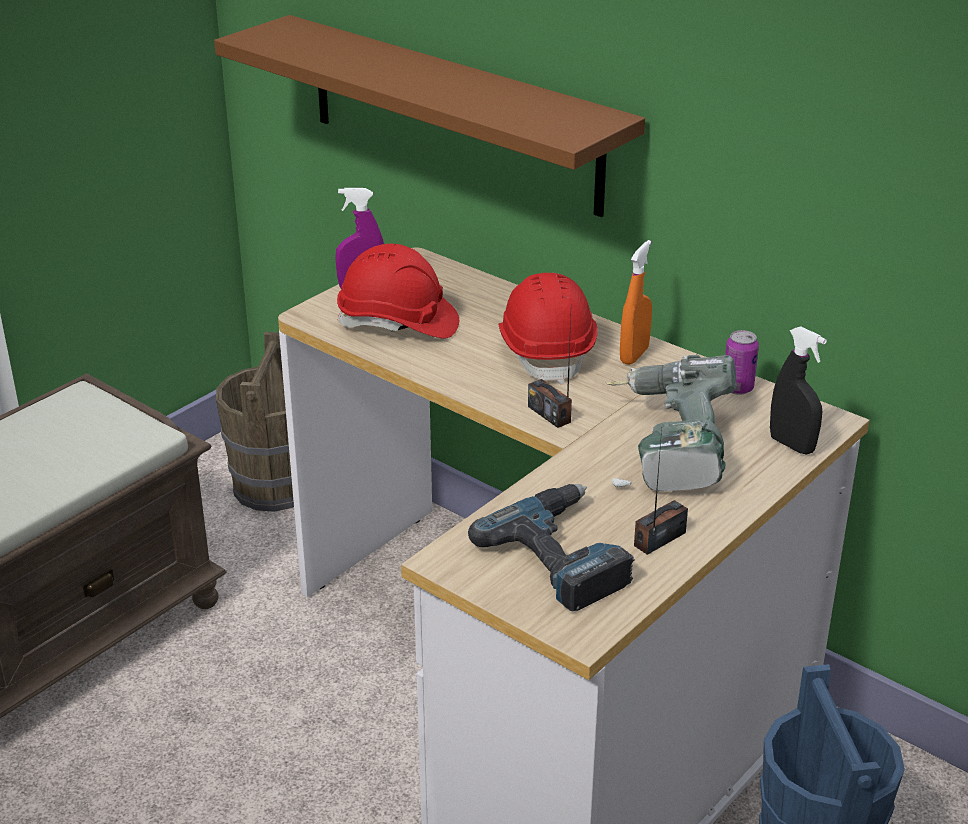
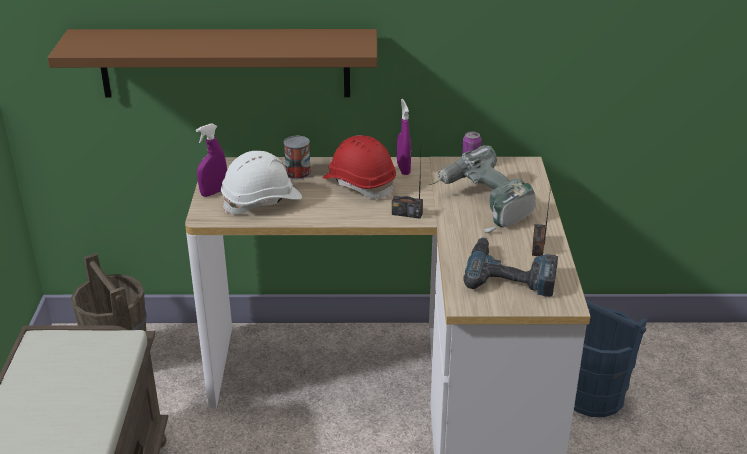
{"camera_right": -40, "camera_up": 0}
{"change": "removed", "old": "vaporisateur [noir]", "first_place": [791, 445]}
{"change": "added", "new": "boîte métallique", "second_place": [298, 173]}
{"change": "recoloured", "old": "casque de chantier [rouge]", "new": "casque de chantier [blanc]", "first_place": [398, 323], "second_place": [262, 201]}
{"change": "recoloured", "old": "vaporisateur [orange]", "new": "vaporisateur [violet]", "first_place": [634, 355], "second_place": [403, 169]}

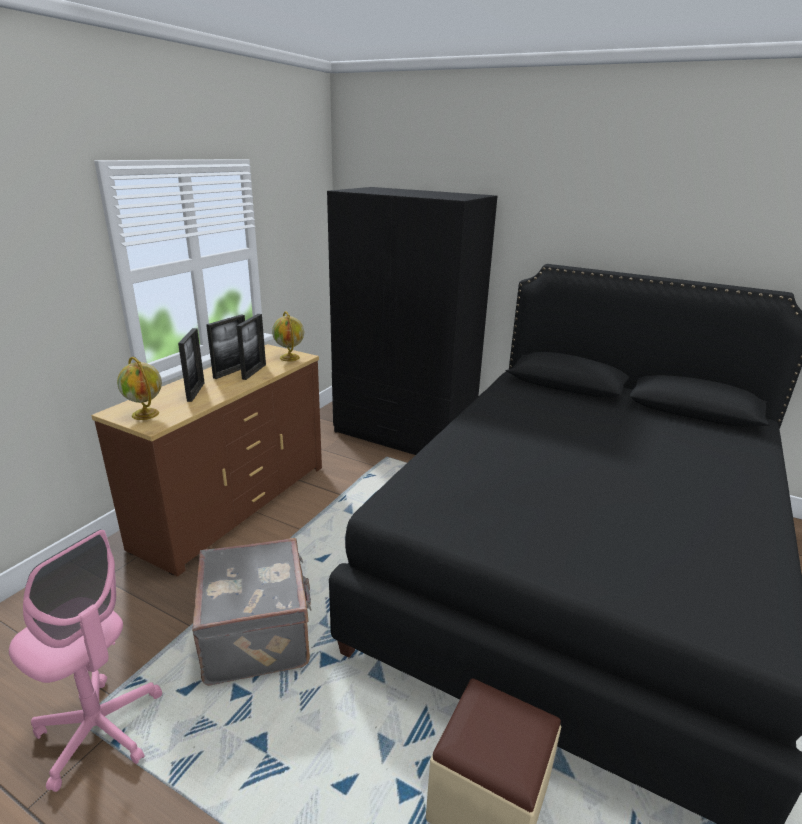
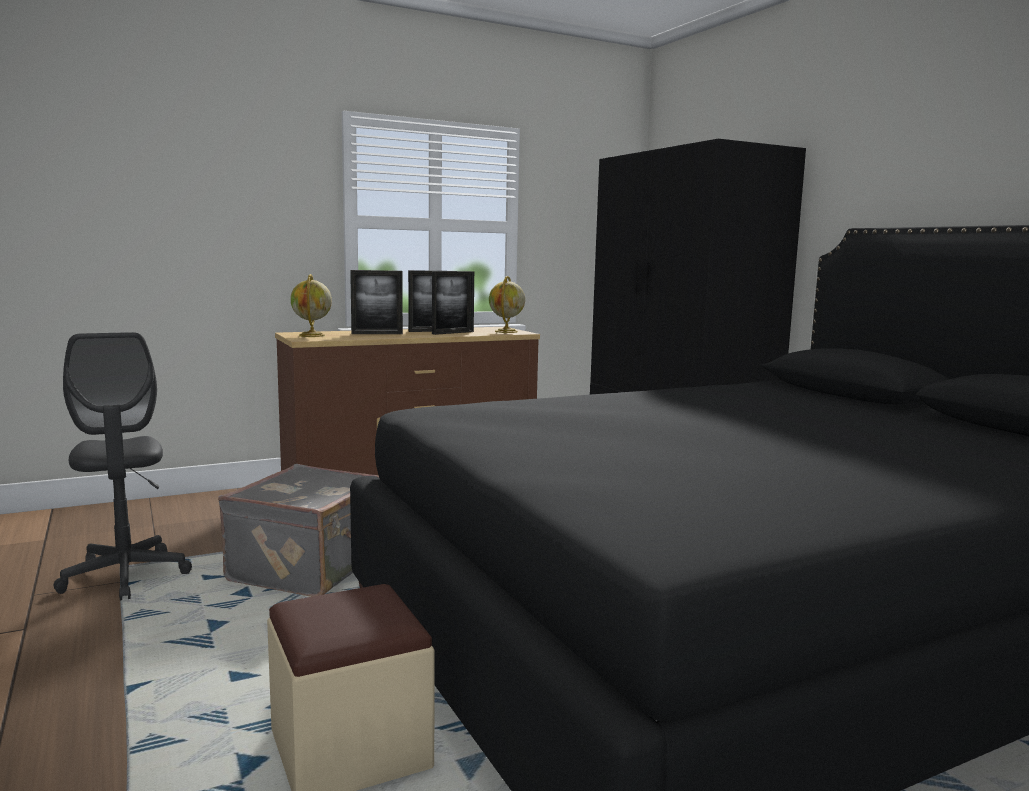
{"camera_right": 35, "camera_up": -15}
{"change": "recoloured", "old": "chaise de bureau [rose]", "new": "chaise de bureau [gris]", "first_place": [100, 730], "second_place": [126, 576]}
{"change": "turned", "old": "cadre photo", "first_place": [196, 392], "second_place": [377, 333], "degrees": 45}

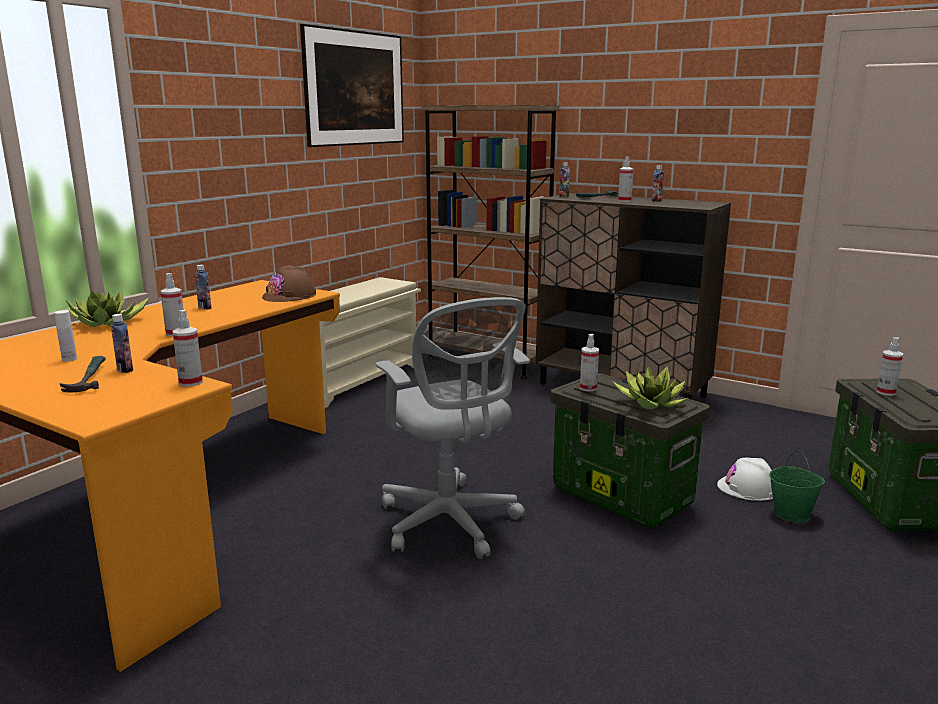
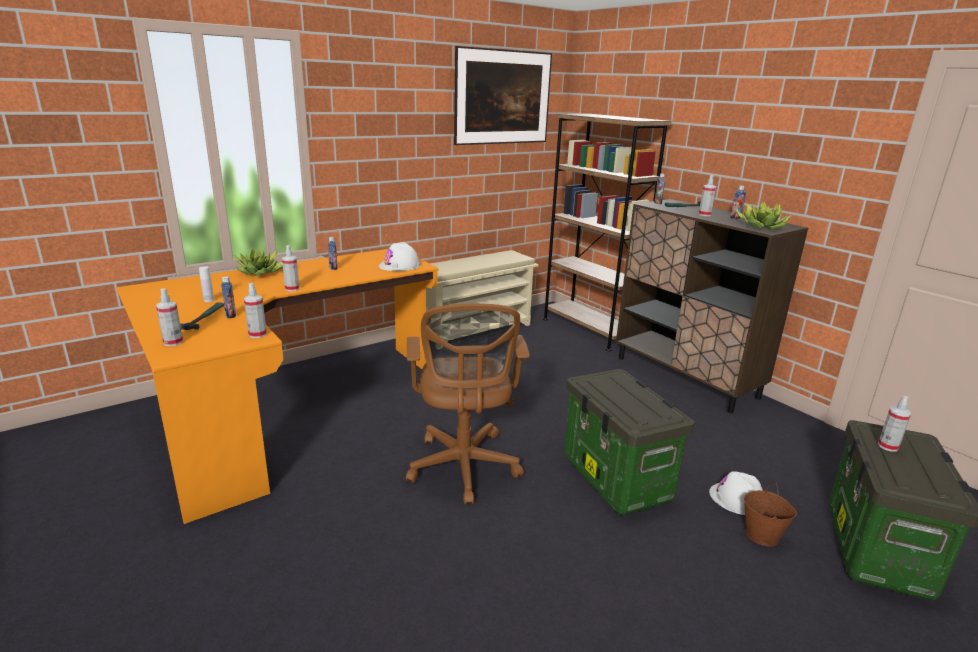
{"camera_right": 20, "camera_up": 5}
{"change": "moved", "old": "vaporisateur", "first_place": [588, 388], "second_place": [173, 342]}
{"change": "moved", "old": "plante en pot", "first_place": [651, 403], "second_place": [760, 226]}
{"change": "recoloured", "old": "casque de chantier [marron]", "new": "casque de chantier [blanc]", "first_place": [289, 296], "second_place": [400, 265]}
{"change": "recoloured", "old": "chaise de bureau [gris]", "new": "chaise de bureau [marron]", "first_place": [450, 524], "second_place": [463, 469]}
{"change": "recoloured", "old": "seau [vert]", "new": "seau [marron]", "first_place": [792, 514], "second_place": [762, 536]}

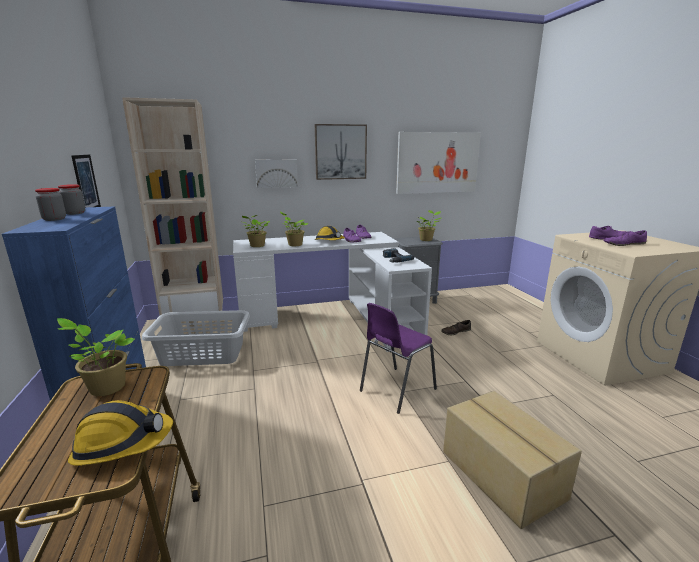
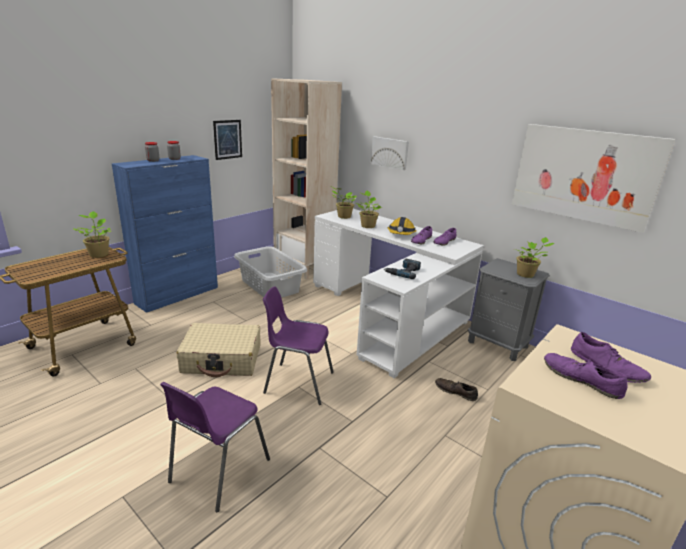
{"camera_right": 55, "camera_up": 5}
{"change": "removed", "old": "casque de chantier", "first_place": [123, 444]}
{"change": "removed", "old": "tableau", "first_place": [340, 152]}
{"change": "added", "new": "valise [beige]", "second_place": [222, 359]}
{"change": "replaced", "old": "carton", "new": "chaise [violet]", "first_place": [501, 475], "second_place": [217, 471]}

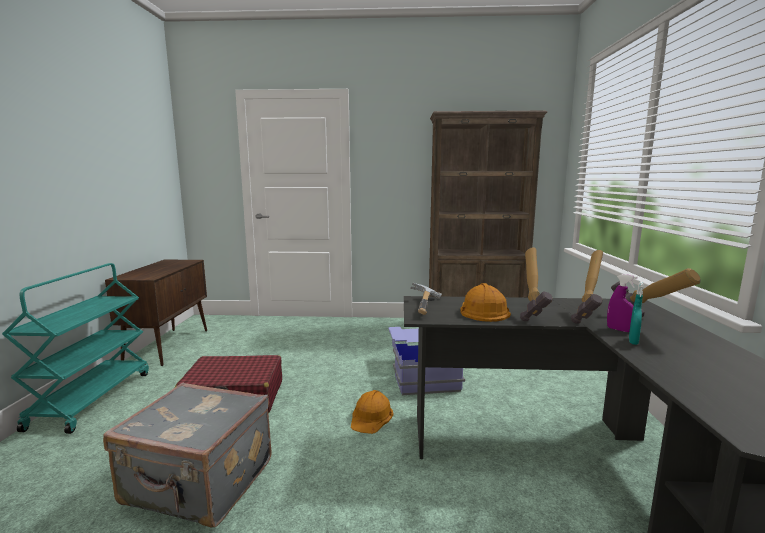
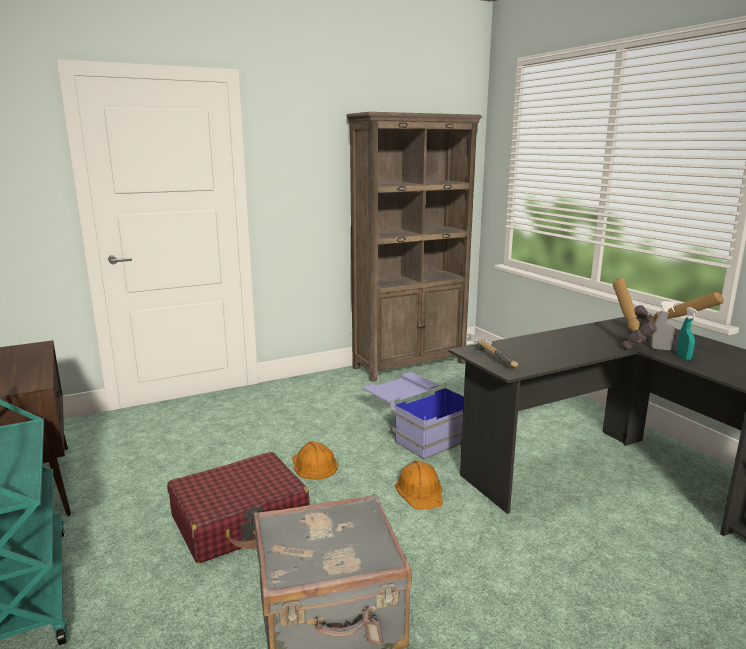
{"camera_right": -30, "camera_up": 5}
{"change": "removed", "old": "marteau", "first_place": [533, 314]}
{"change": "moved", "old": "casque de chantier [orange]", "first_place": [482, 311], "second_place": [313, 465]}
{"change": "recoloured", "old": "vaporisateur [violet]", "new": "vaporisateur [gris]", "first_place": [619, 330], "second_place": [661, 349]}

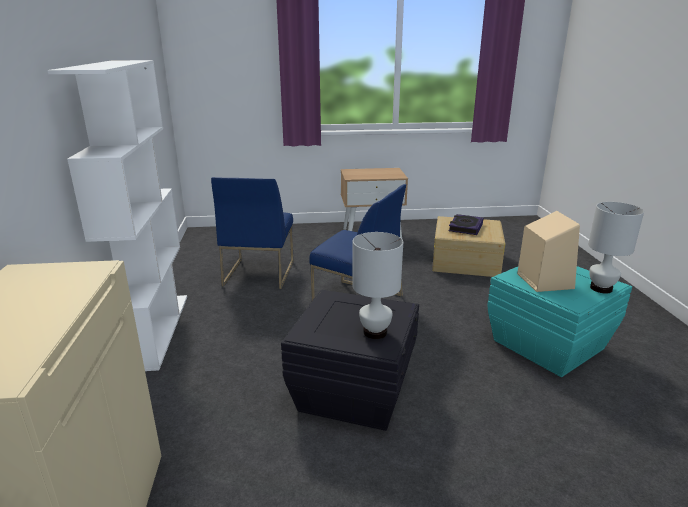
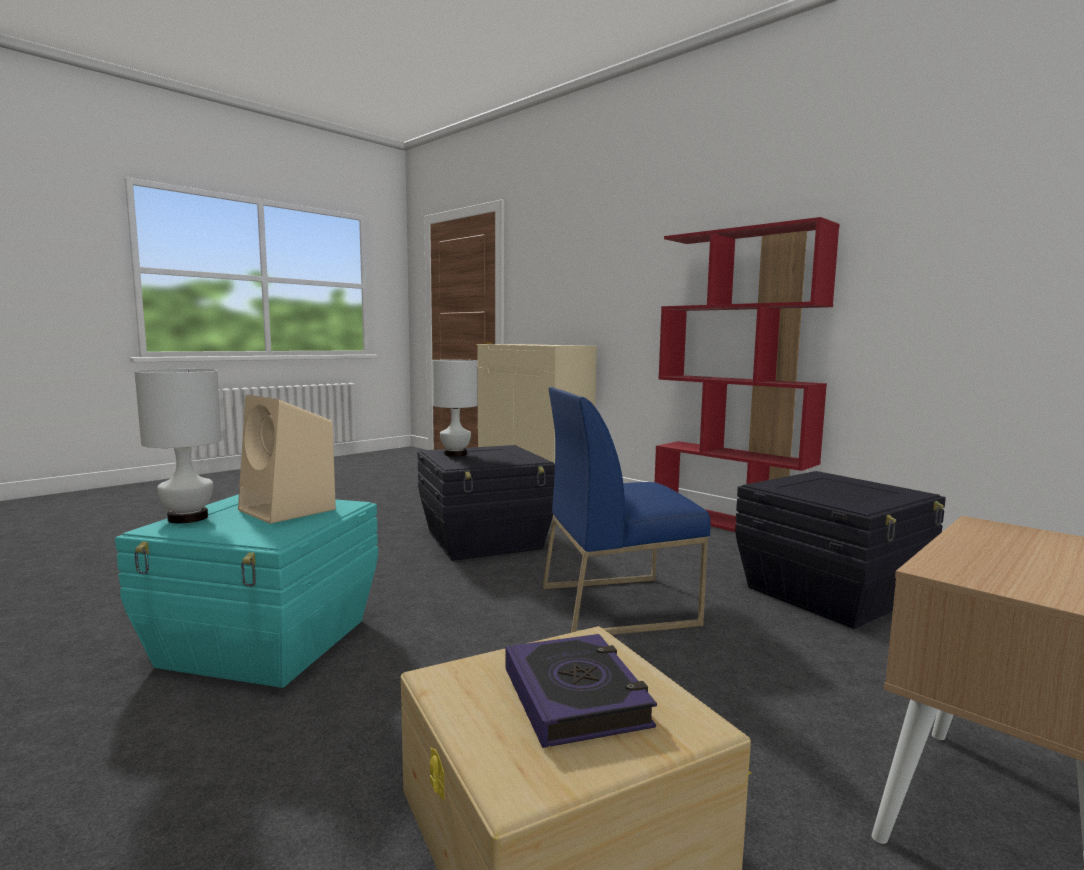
{"camera_right": 140, "camera_up": -15}
{"change": "replaced", "old": "chaise [bleu]", "new": "boîte de rangement [noir]", "first_place": [258, 272], "second_place": [832, 594]}
{"change": "recoloured", "old": "bibliothèque [blanc]", "new": "bibliothèque [rouge]", "first_place": [155, 330], "second_place": [730, 523]}

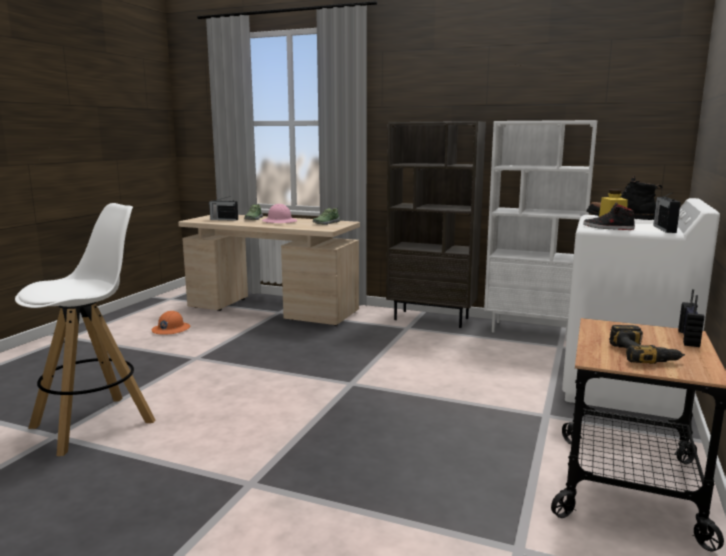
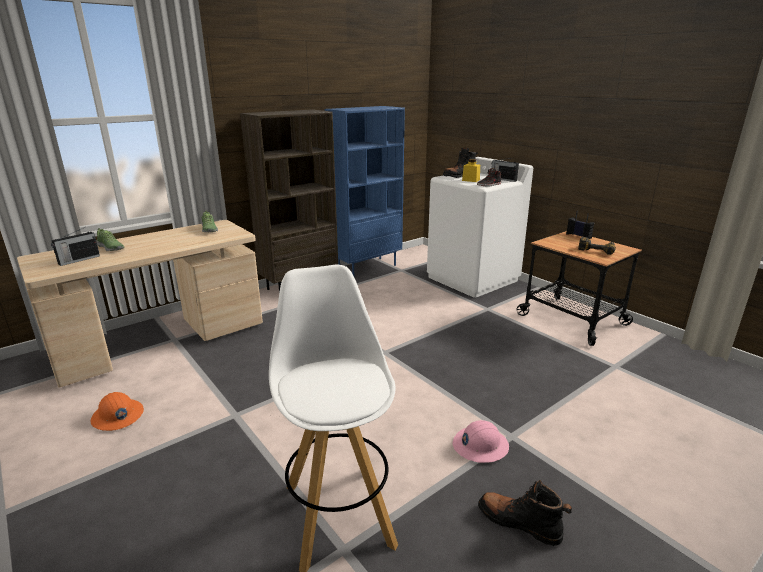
{"camera_right": -60, "camera_up": 10}
{"change": "added", "new": "botte [noir]", "second_place": [519, 523]}
{"change": "moved", "old": "casque de chantier [rose]", "first_place": [279, 222], "second_place": [480, 445]}
{"change": "recoloured", "old": "bibliothèque [blanc]", "new": "bibliothèque [bleu]", "first_place": [531, 331], "second_place": [367, 267]}

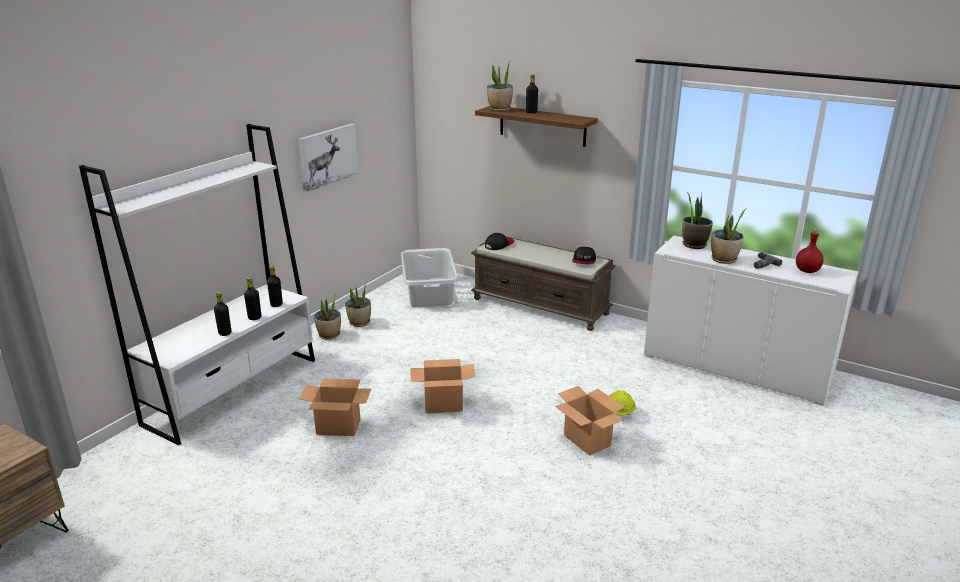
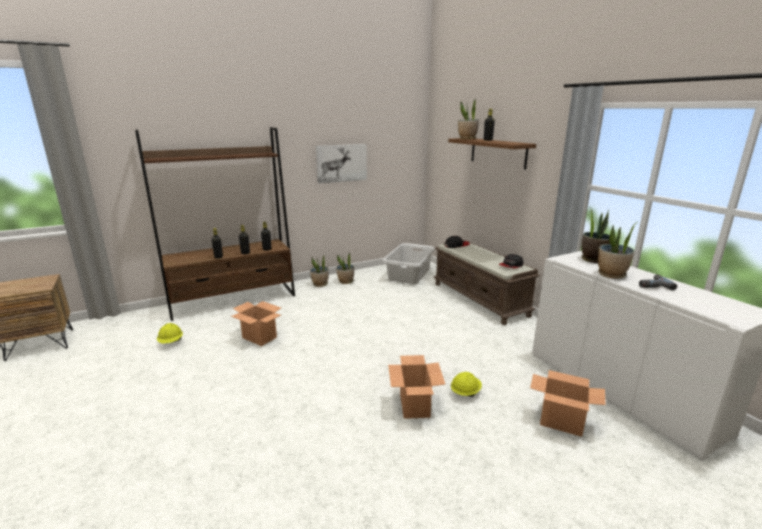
{"camera_right": 30, "camera_up": -5}
{"change": "removed", "old": "bouteille [rouge]", "first_place": [807, 271]}
{"change": "added", "new": "casque de chantier [jaune]", "second_place": [171, 342]}
{"change": "moved", "old": "carton", "first_place": [443, 405], "second_place": [560, 422]}
{"change": "recoloured", "old": "bibliothèque [blanc]", "new": "bibliothèque [marron]", "first_place": [234, 390], "second_place": [233, 300]}

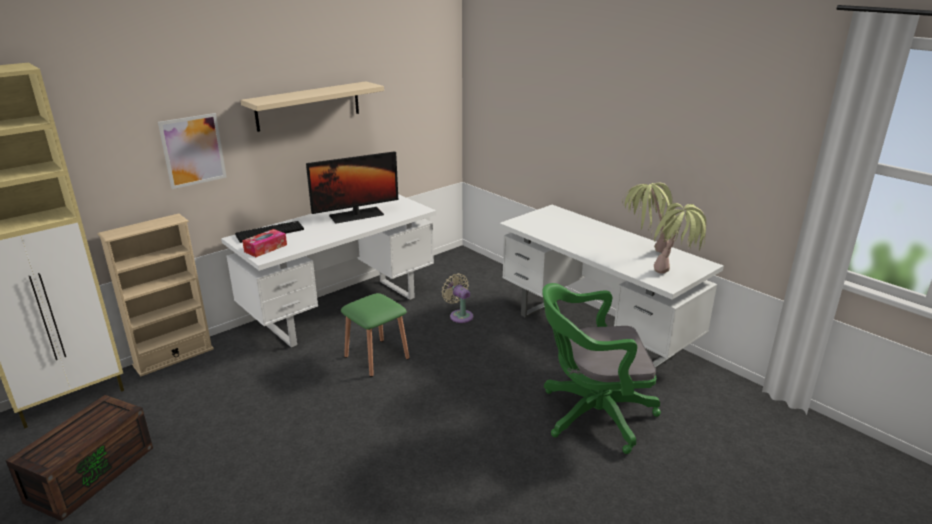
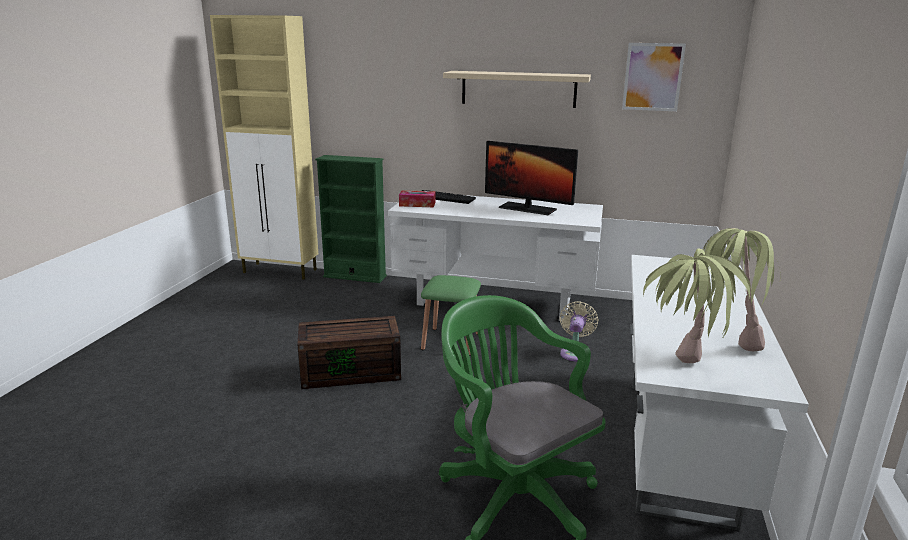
{"camera_right": 55, "camera_up": -5}
{"change": "moved", "old": "boîte de rangement [marron]", "first_place": [91, 472], "second_place": [352, 371]}
{"change": "moved", "old": "tableau", "first_place": [193, 150], "second_place": [653, 77]}
{"change": "recoloured", "old": "bibliothèque [beige]", "new": "bibliothèque [vert]", "first_place": [174, 357], "second_place": [355, 276]}

